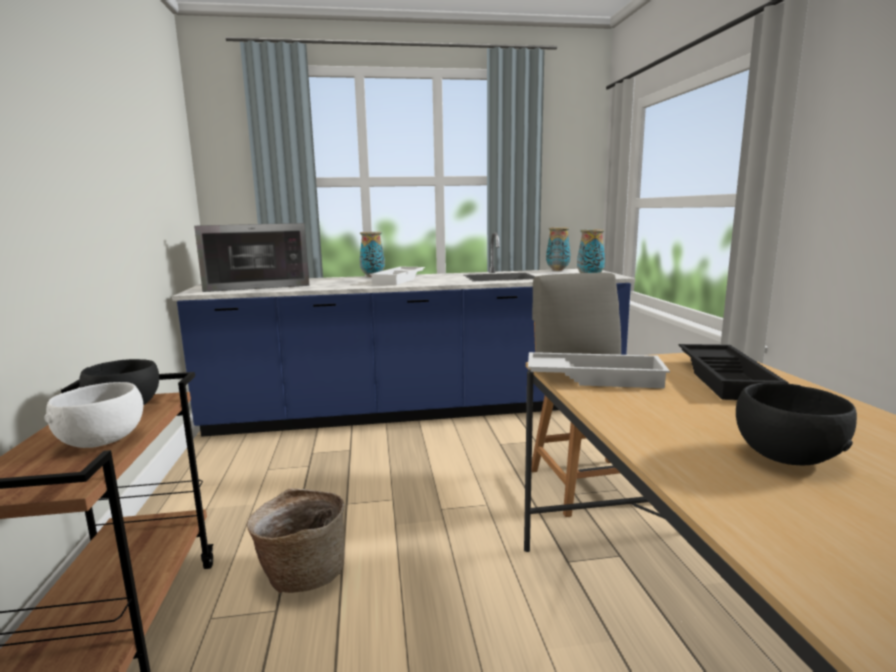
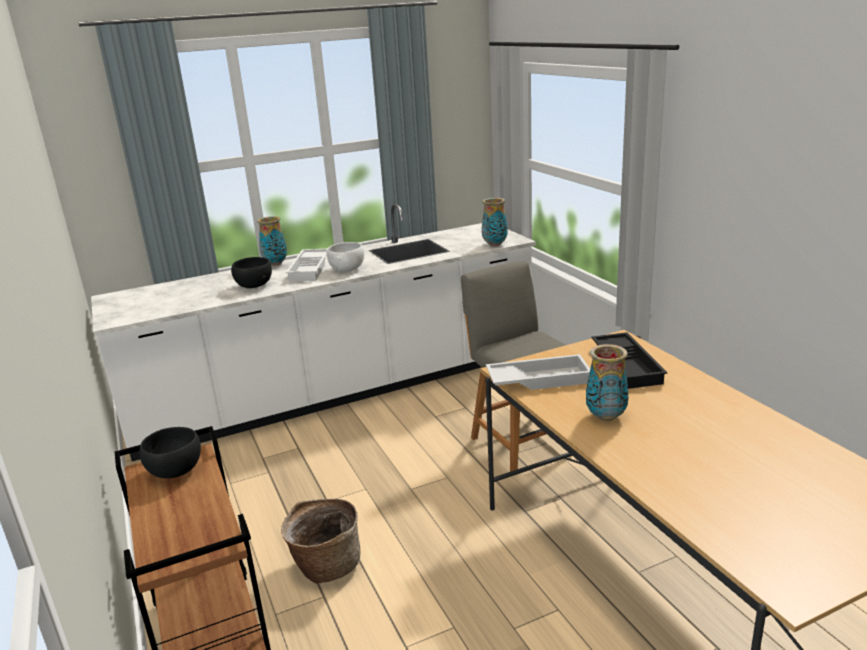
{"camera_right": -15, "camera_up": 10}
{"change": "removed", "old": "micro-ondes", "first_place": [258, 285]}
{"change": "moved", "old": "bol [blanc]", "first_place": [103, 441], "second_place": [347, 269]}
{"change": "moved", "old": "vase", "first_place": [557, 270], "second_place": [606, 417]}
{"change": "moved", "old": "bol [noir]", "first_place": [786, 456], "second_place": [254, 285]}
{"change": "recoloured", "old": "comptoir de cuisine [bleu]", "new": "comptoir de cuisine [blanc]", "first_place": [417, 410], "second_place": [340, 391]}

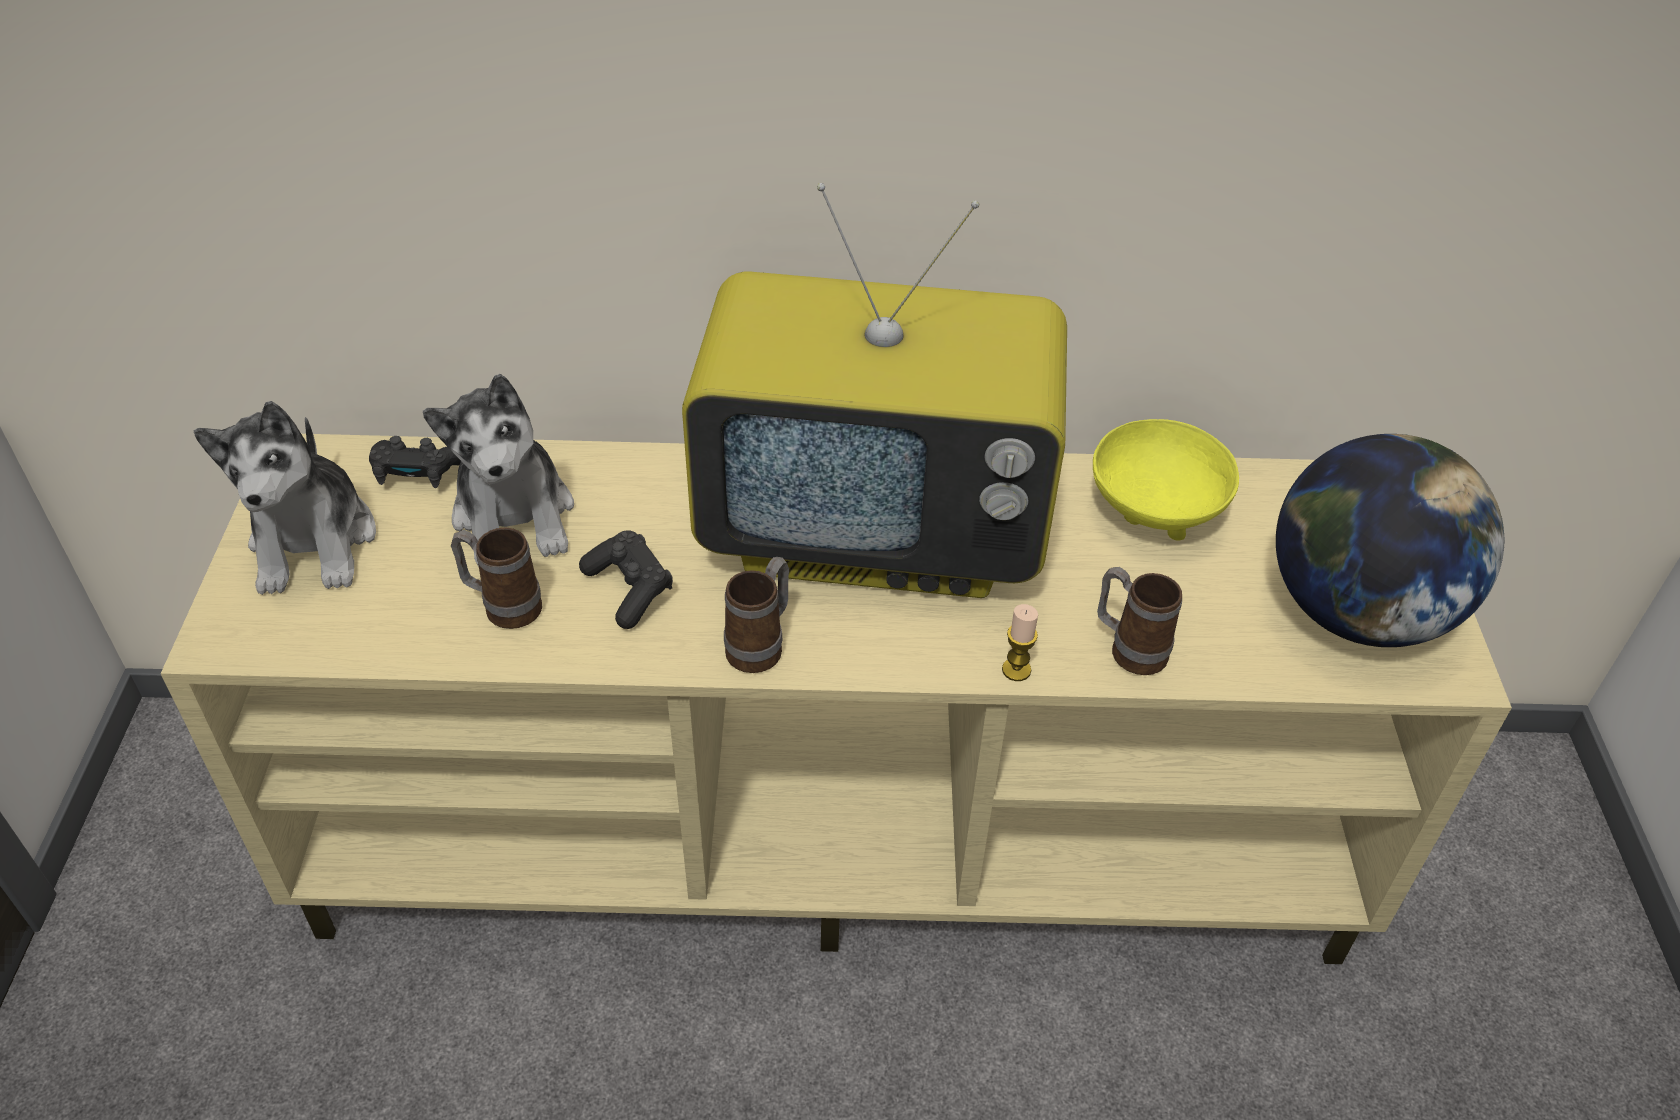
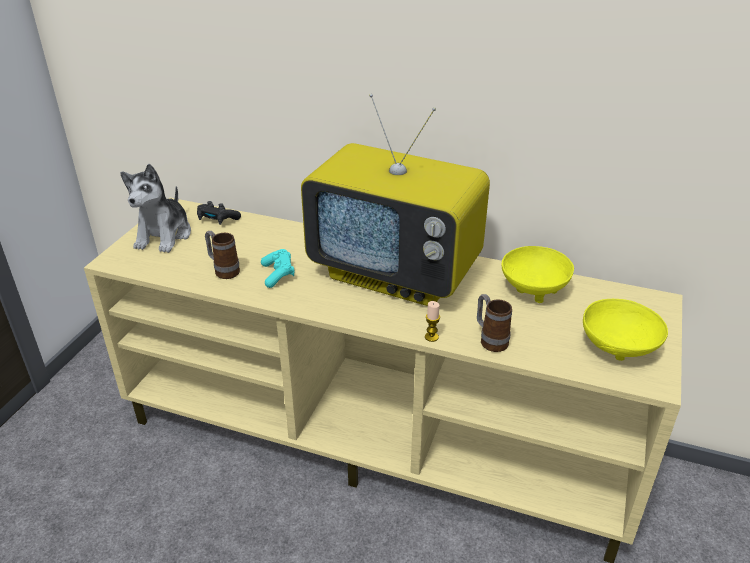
{"camera_right": 20, "camera_up": -10}
{"change": "removed", "old": "peluche", "first_place": [515, 516]}
{"change": "removed", "old": "mug", "first_place": [761, 645]}
{"change": "replaced", "old": "globe", "new": "bol [jaune]", "first_place": [1356, 612], "second_place": [616, 349]}
{"change": "recoloured", "old": "manette [noir]", "new": "manette [turquoise]", "first_place": [630, 590], "second_place": [278, 274]}

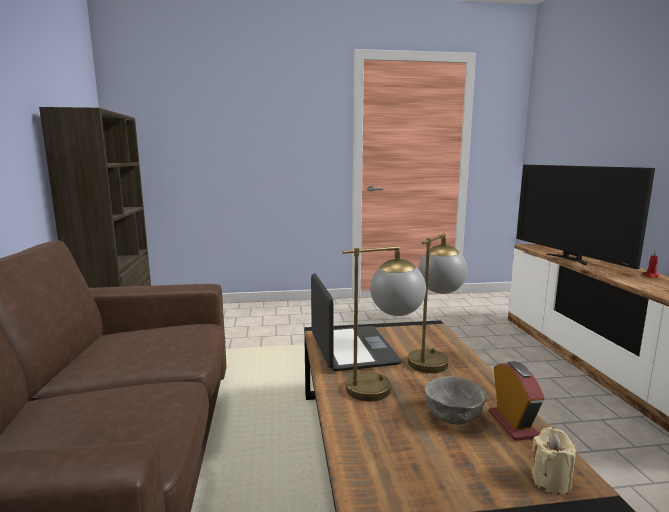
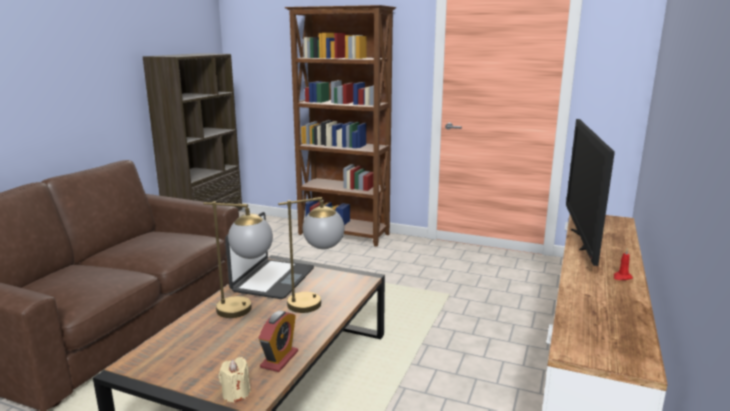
{"camera_right": 30, "camera_up": 5}
{"change": "removed", "old": "bol [gris]", "first_place": [454, 417]}
{"change": "added", "new": "bibliothèque [marron]", "second_place": [344, 235]}

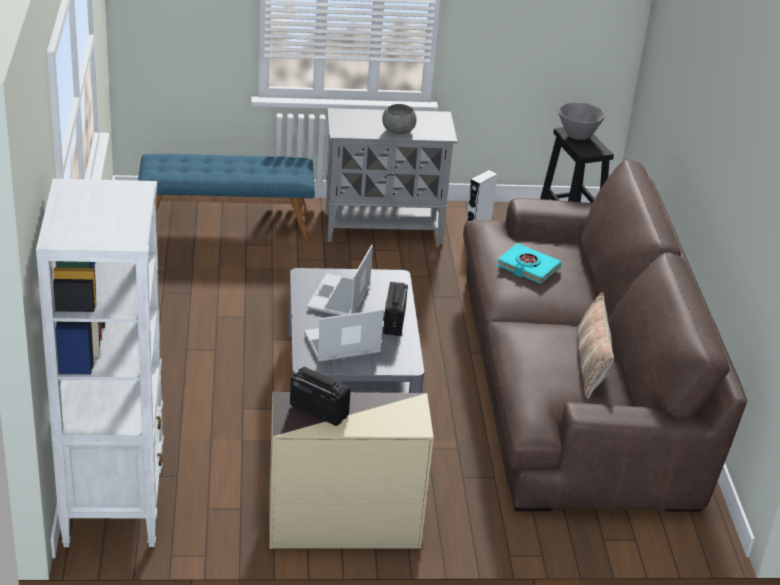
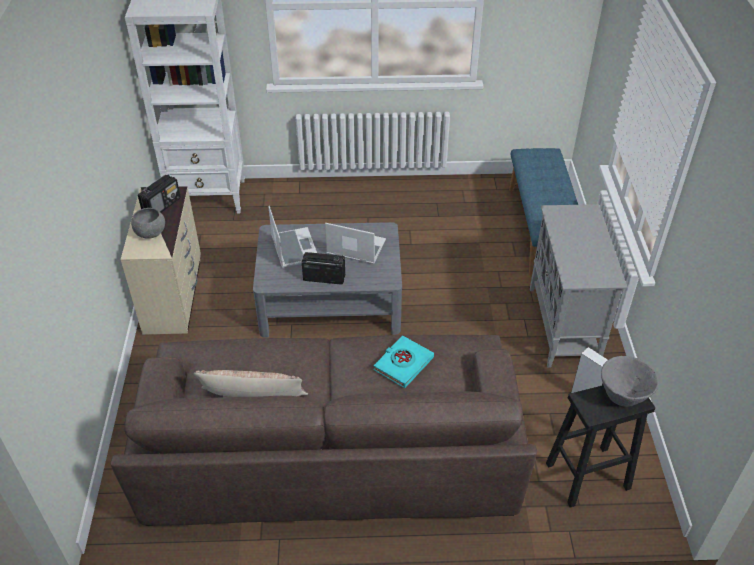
{"camera_right": 95, "camera_up": 10}
{"change": "moved", "old": "bol [gris]", "first_place": [398, 131], "second_place": [151, 233]}

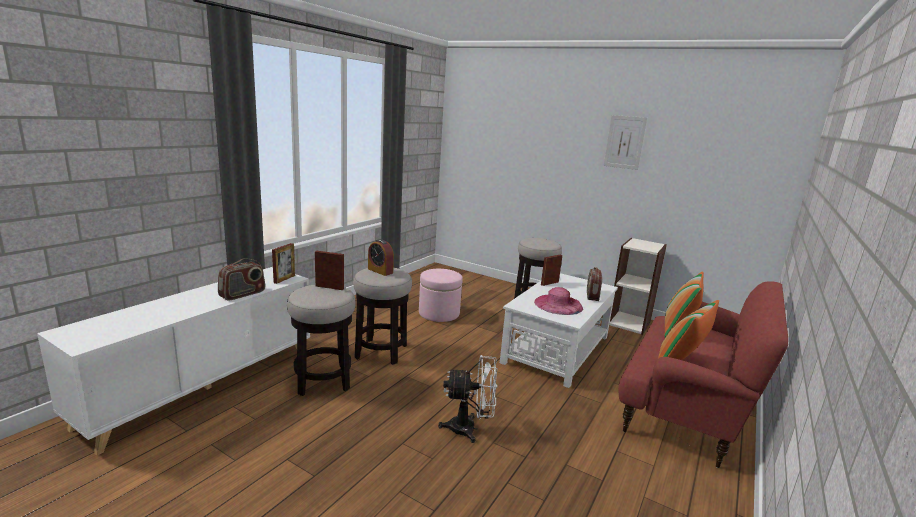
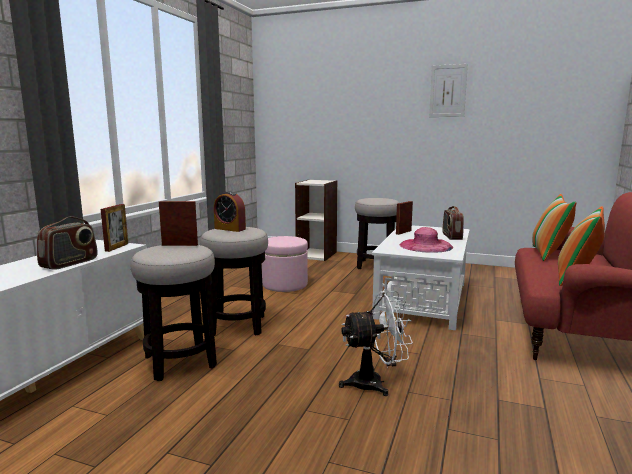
{"camera_right": -10, "camera_up": -5}
{"change": "moved", "old": "bibliothèque", "first_place": [629, 322], "second_place": [317, 255]}

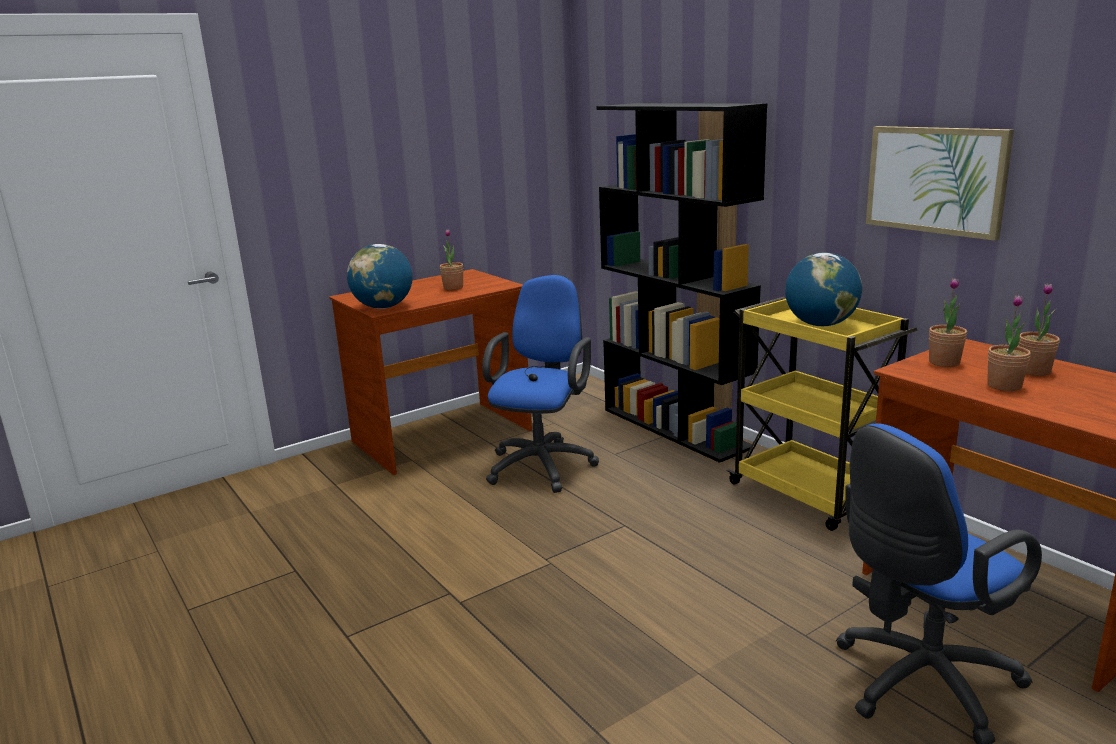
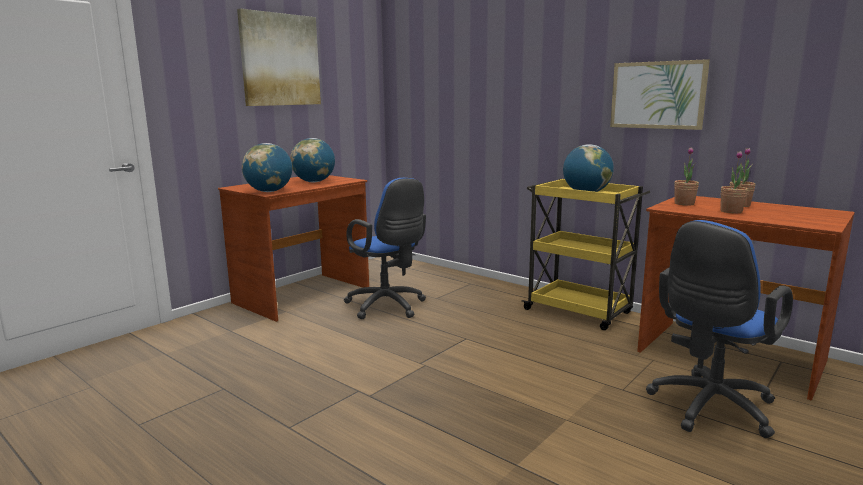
{"camera_right": -15, "camera_up": -5}
{"change": "removed", "old": "bibliothèque [noir]", "first_place": [676, 428]}
{"change": "added", "new": "tableau", "second_place": [280, 60]}
{"change": "replaced", "old": "plante en pot", "new": "globe", "first_place": [453, 288], "second_place": [314, 182]}
{"change": "turned", "old": "chaise de bureau [bleu]", "first_place": [543, 464], "second_place": [388, 307], "degrees": 135}

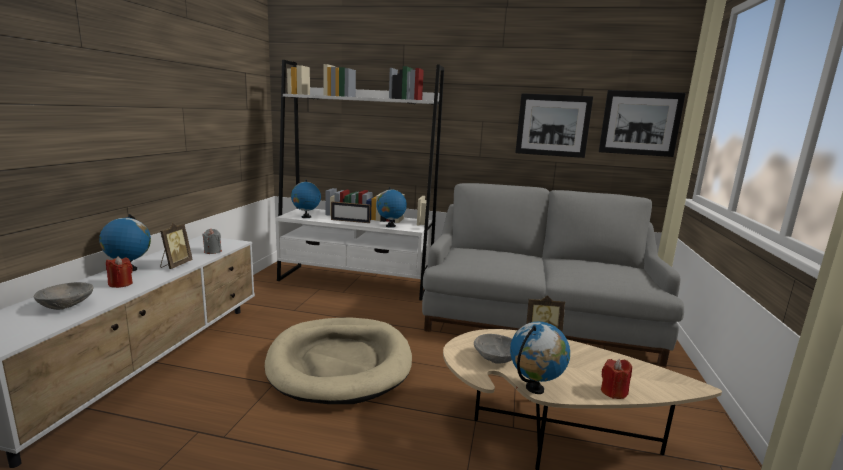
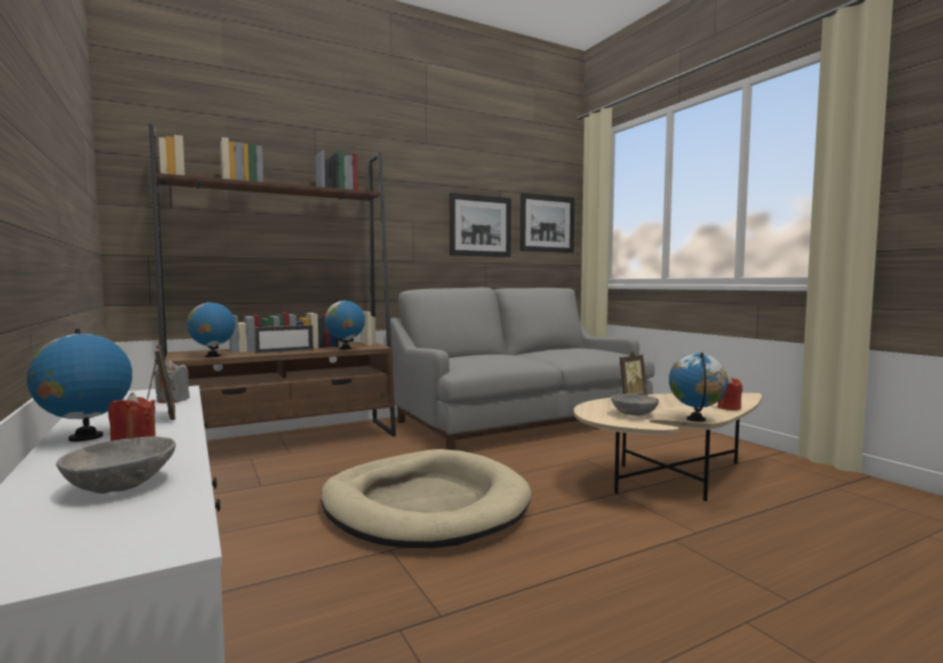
{"camera_right": -40, "camera_up": -10}
{"change": "recoloured", "old": "bibliothèque [blanc]", "new": "bibliothèque [marron]", "first_place": [356, 282], "second_place": [286, 441]}

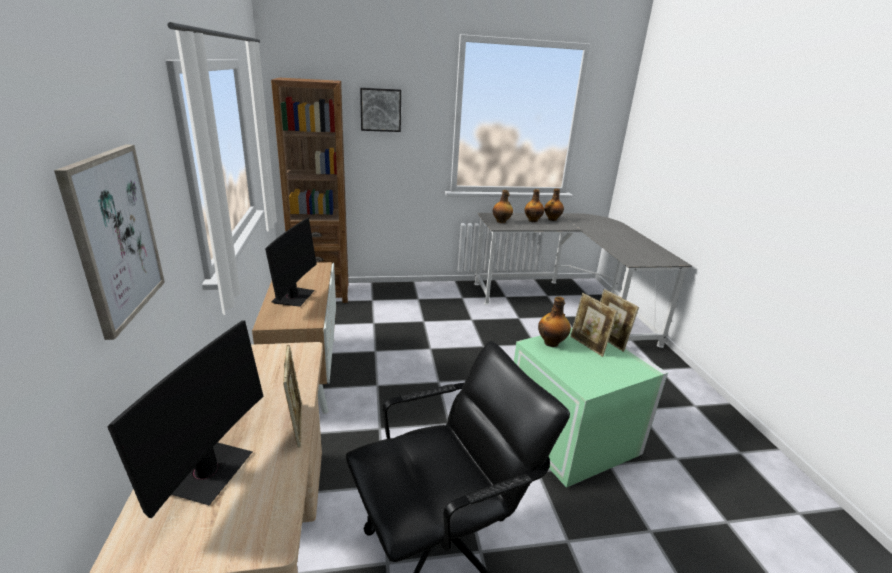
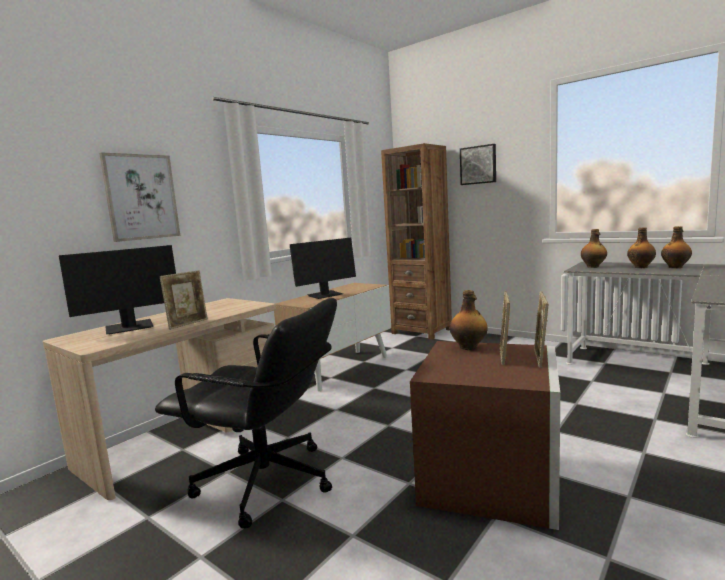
{"camera_right": 50, "camera_up": -15}
{"change": "recoloured", "old": "boîte de rangement [vert]", "new": "boîte de rangement [marron]", "first_place": [573, 437], "second_place": [492, 479]}

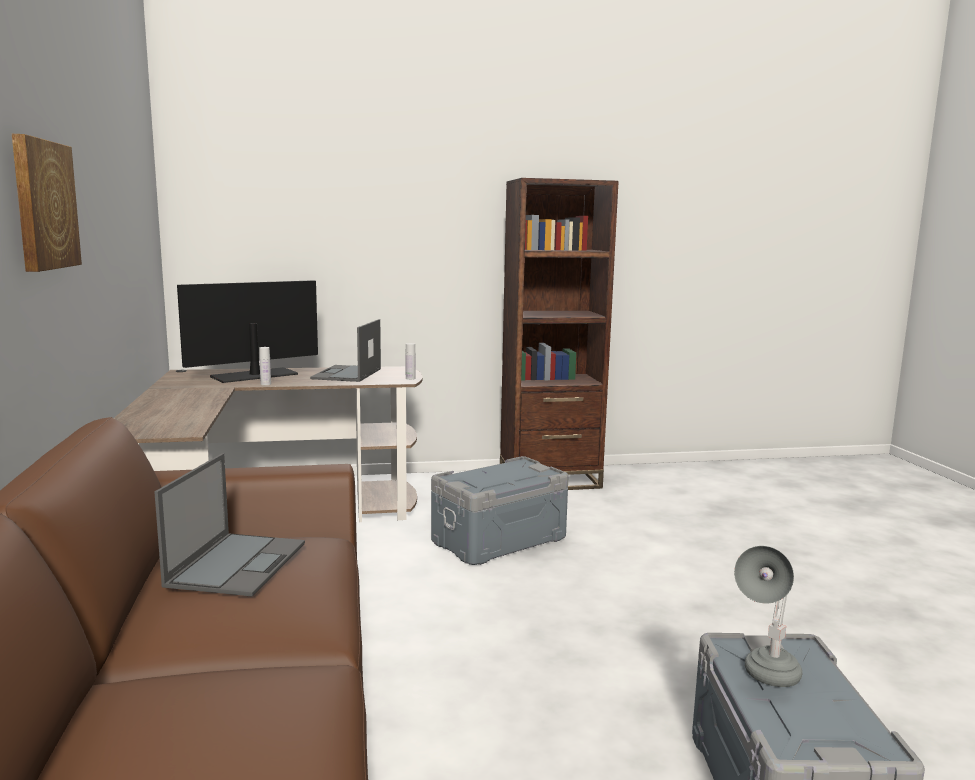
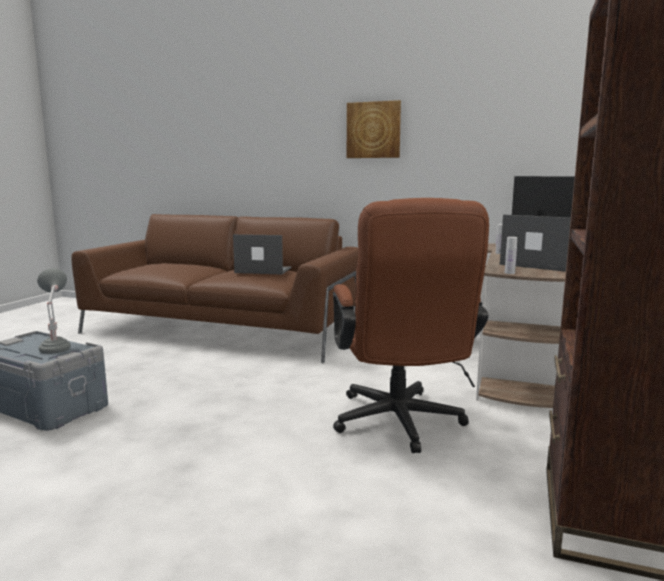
{"camera_right": 120, "camera_up": 0}
{"change": "replaced", "old": "boîte de rangement [gris]", "new": "chaise de bureau [marron]", "first_place": [500, 540], "second_place": [400, 425]}
{"change": "turned", "old": "ordinateur portable", "first_place": [238, 563], "second_place": [262, 270], "degrees": 150}

